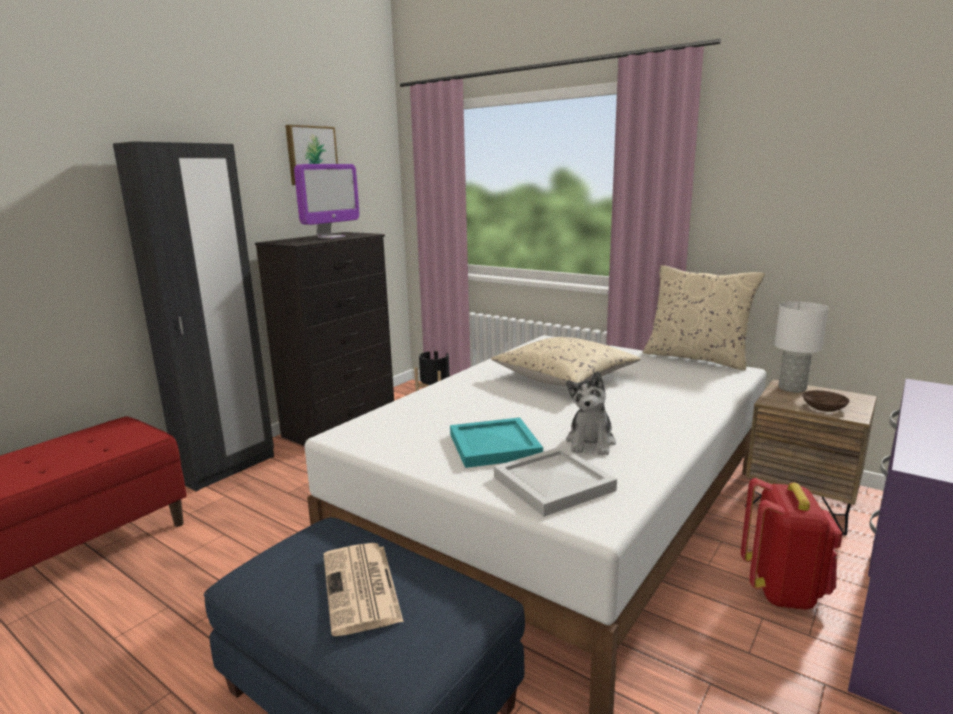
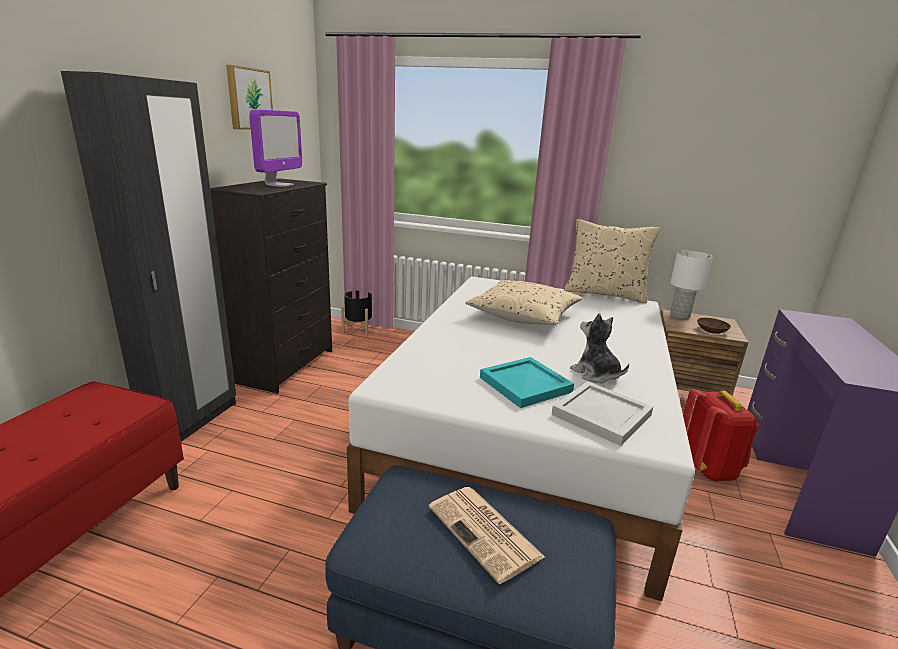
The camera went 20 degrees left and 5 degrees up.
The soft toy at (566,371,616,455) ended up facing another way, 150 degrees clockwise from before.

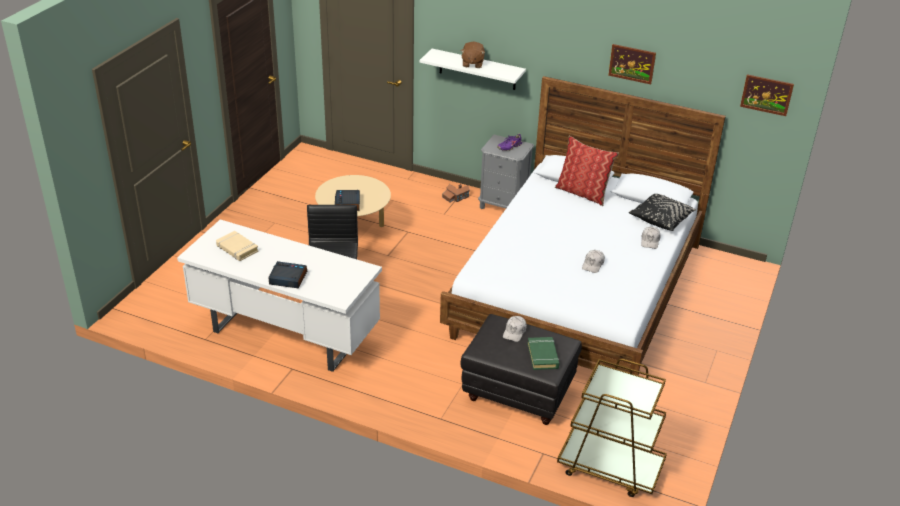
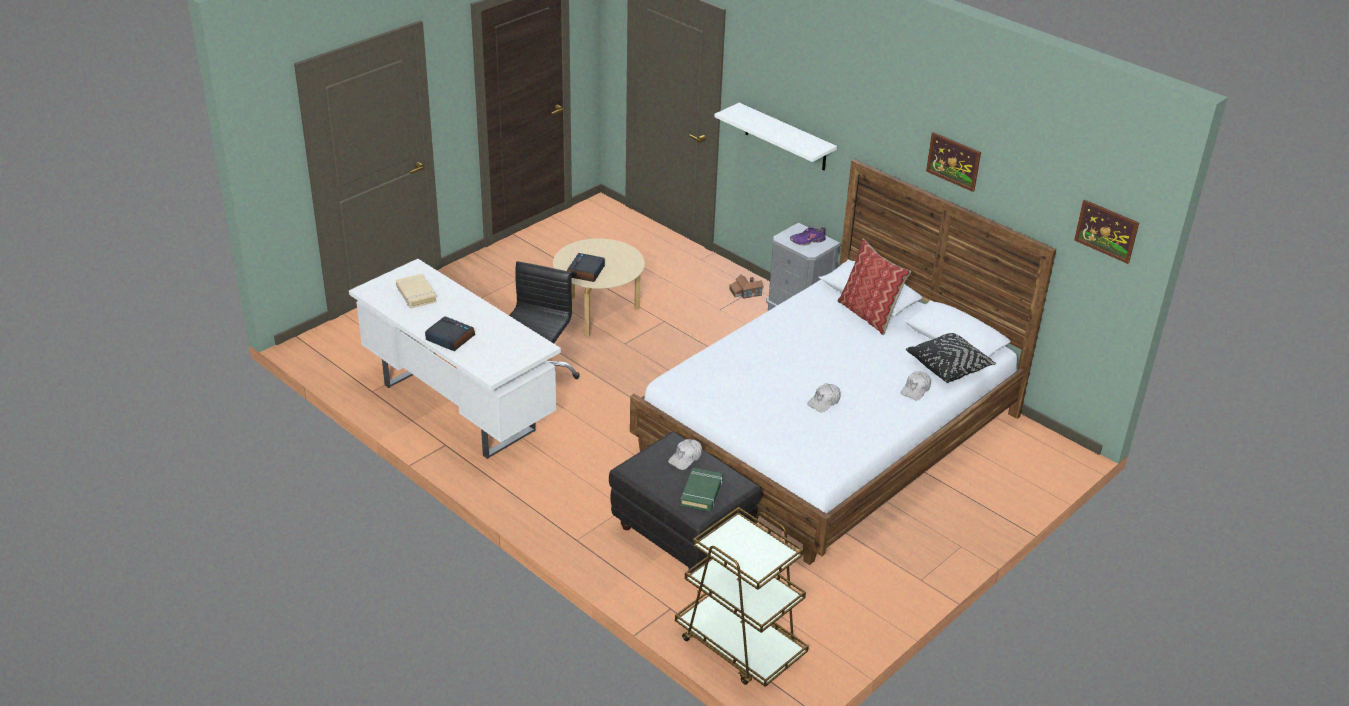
The camera went 20 degrees right and 0 degrees up.
The second view lost the brown-coloured soft toy at (461,42,485,68).

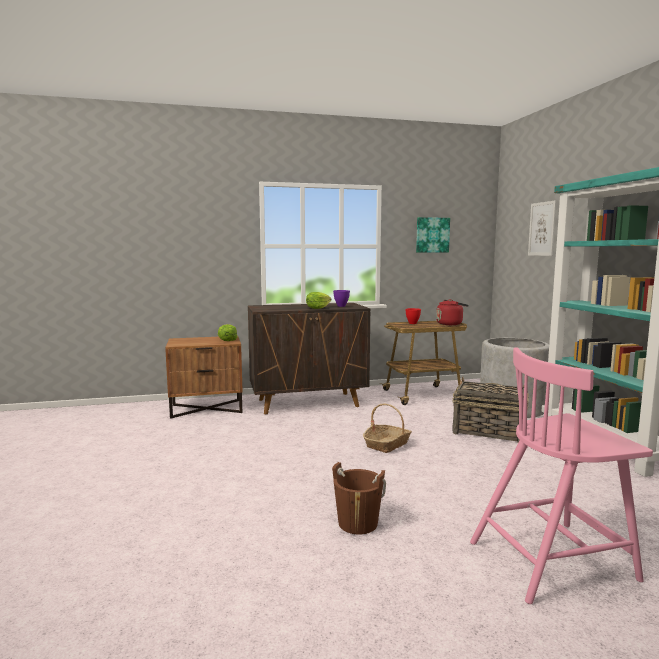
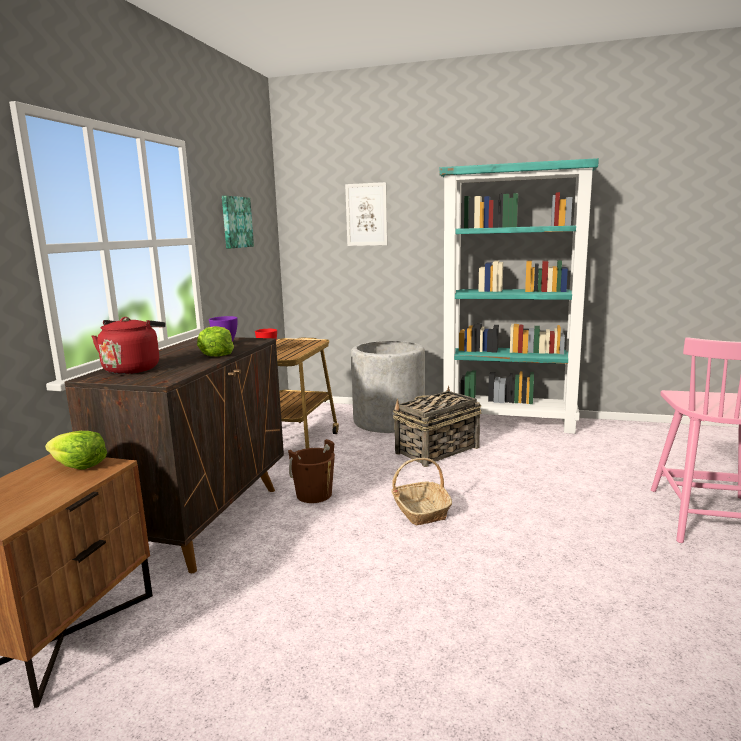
The camera went 60 degrees left and 5 degrees up.
The red water kettle ended up elsewhere, having gone from (436,299,469,325) to (92,317,166,374).
The brown-coloured pail ended up elsewhere, having gone from (332,462,386,535) to (288,439,335,503).

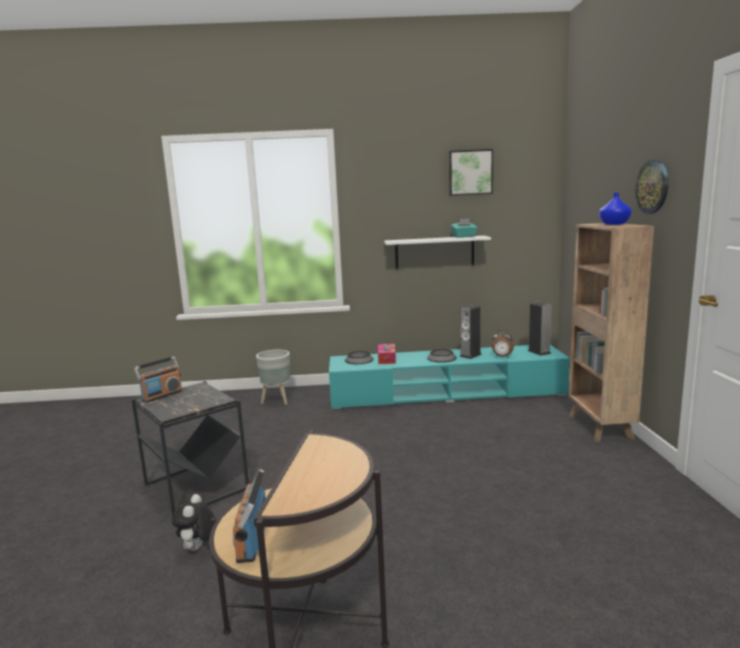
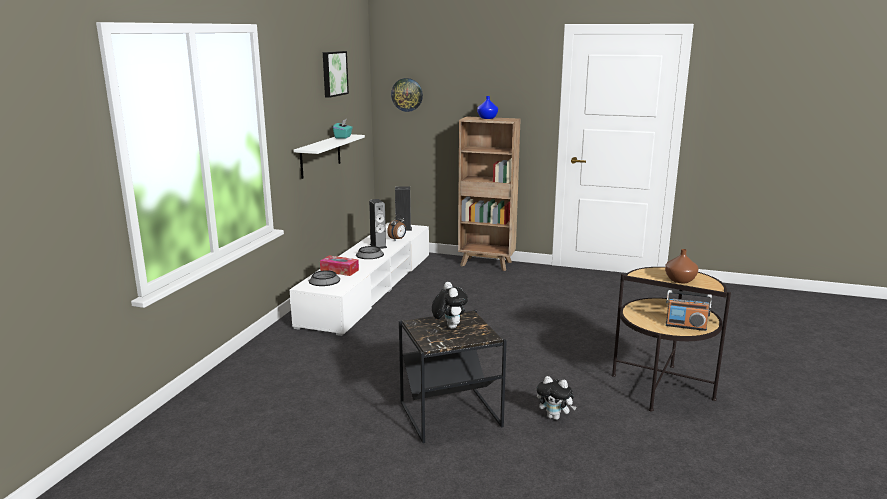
The camera went 70 degrees left and 5 degrees up.
What was the blue-green tv stand at (329,345,570,409) turned into the white-coloured tv stand at (290,223,429,336).
The hanging clock ended up elsewhere, having gone from (635,160,669,214) to (391,78,423,112).
The second view gained the soft toy at (432,282,468,329).
The second view gained the brown-coloured flower vase at (665,249,698,283).
The second view lost the radio set at (134,357,183,403).
The second view lost the grey plant pot at (256,350,290,405).

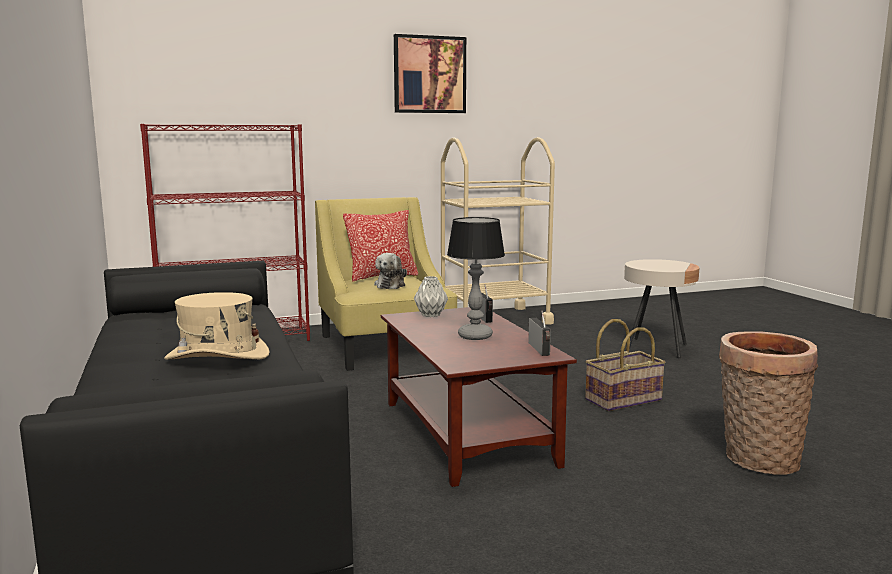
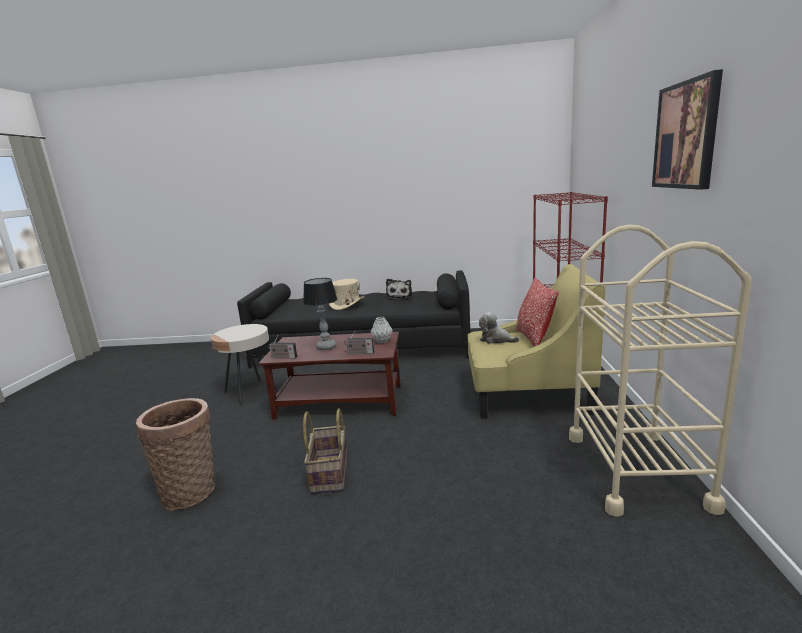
The camera went 115 degrees right and 5 degrees up.
The beige-coloured accent table ended up elsewhere, having gone from (624,259,699,358) to (211,324,277,405).
The second view gained the soft toy at (386,279,412,299).

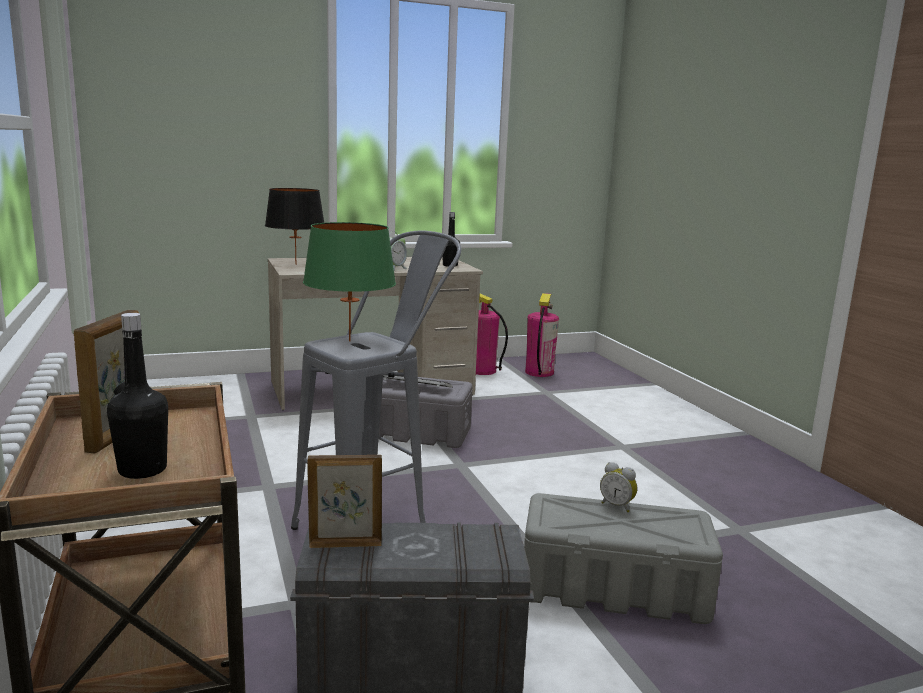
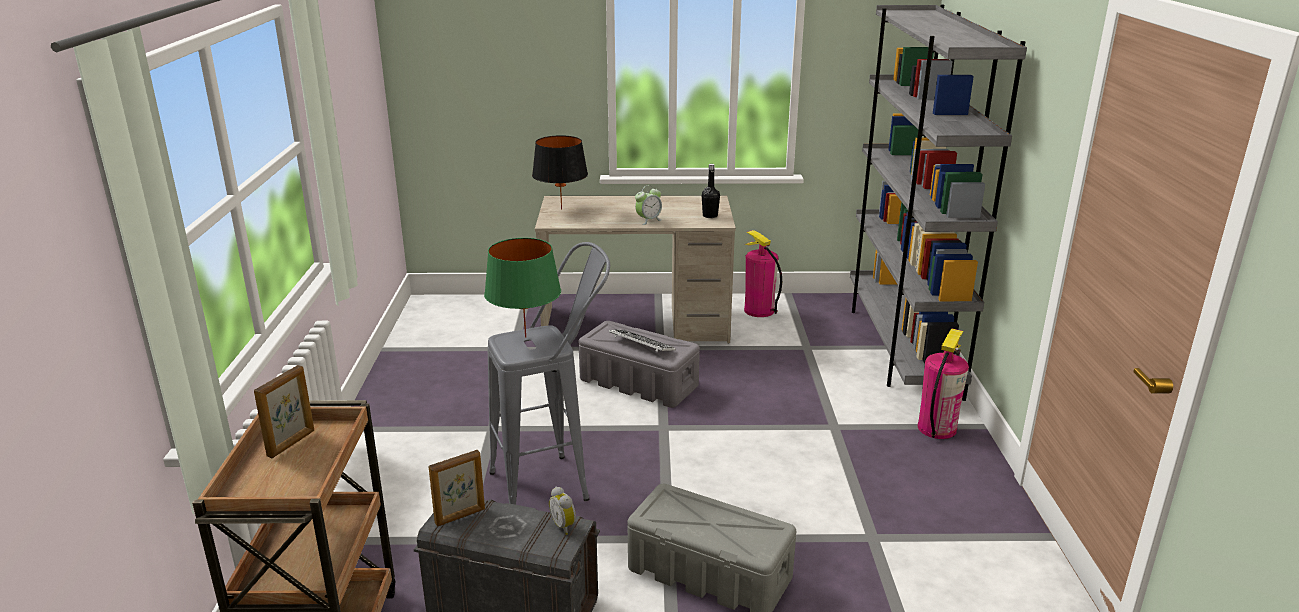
The camera went 20 degrees right and 10 degrees up.
The picture frame at (307,455,382,548) ended up facing another way, 135 degrees clockwise from before.
The table clock ended up elsewhere, having gone from (600,462,637,512) to (549,487,576,535).
The second view gained the grey shelving unit at (850,4,1027,401).
The extinguisher ended up elsewhere, having gone from (525,293,559,377) to (918,329,969,439).
The second view lost the black-coloured bottle at (107,313,168,479).

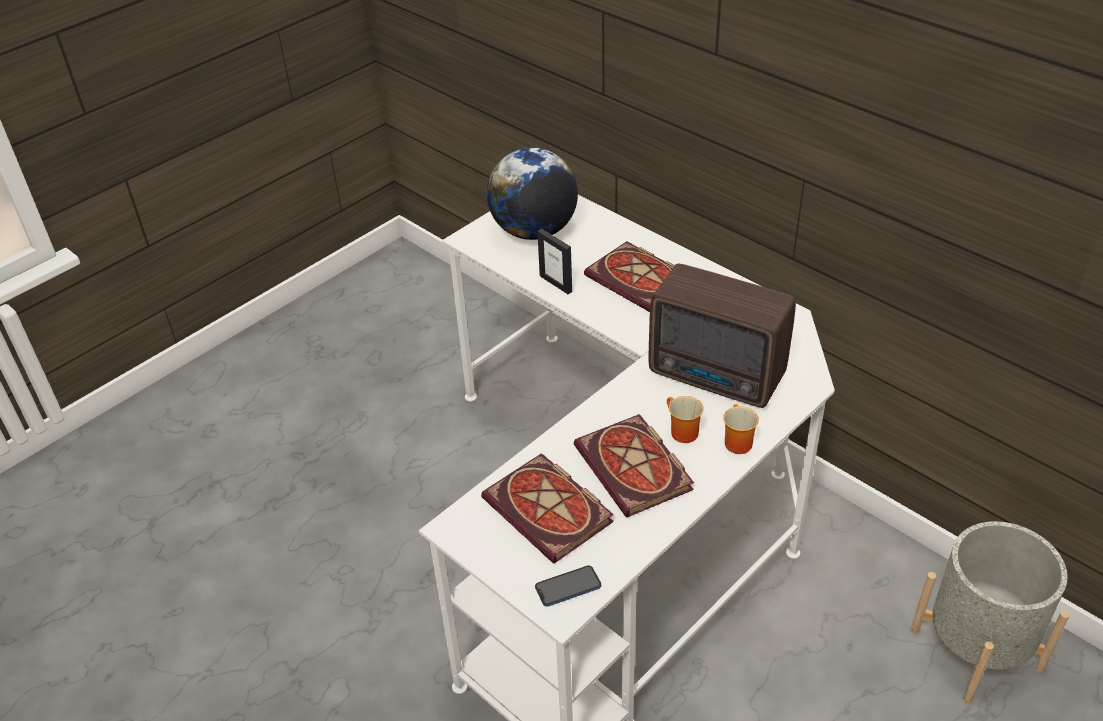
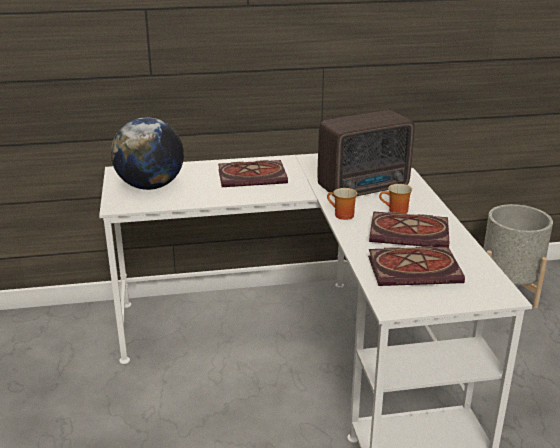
The camera went 55 degrees left and 15 degrees down.
The mug ended up elsewhere, having gone from (723,404,759,454) to (327,188,357,220).
The second view lost the telephone at (535,565,601,607).
The second view lost the picture frame at (537,229,572,294).

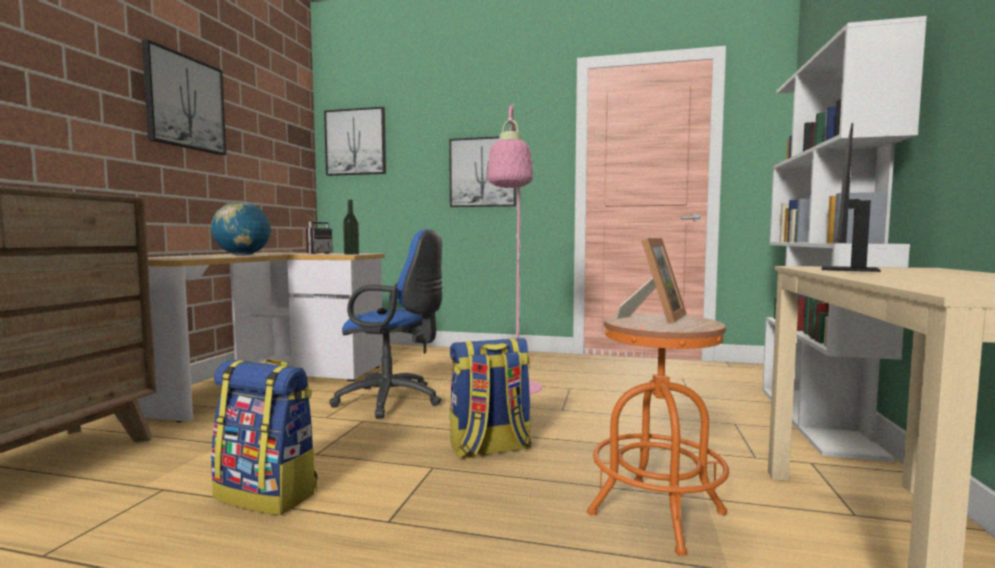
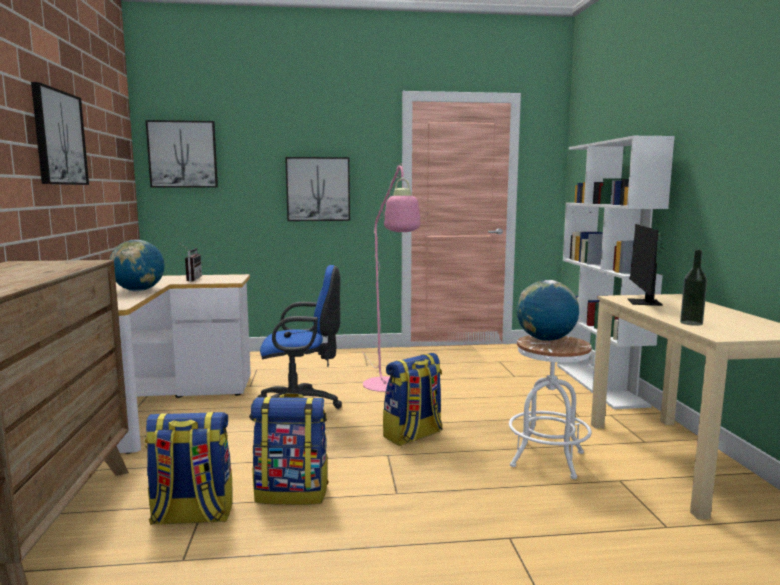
The camera went 20 degrees left and 5 degrees up.
The second view gained the rucksack at (145,412,233,525).
What was the orange-coloured sitting stool at (587,313,729,556) turned into the white-coloured sitting stool at (509,335,592,479).
Where the picture frame stood at (616,238,687,324), the globe came to stand at (516,280,579,341).
The bottle ended up elsewhere, having gone from (343,200,359,255) to (680,250,707,326).

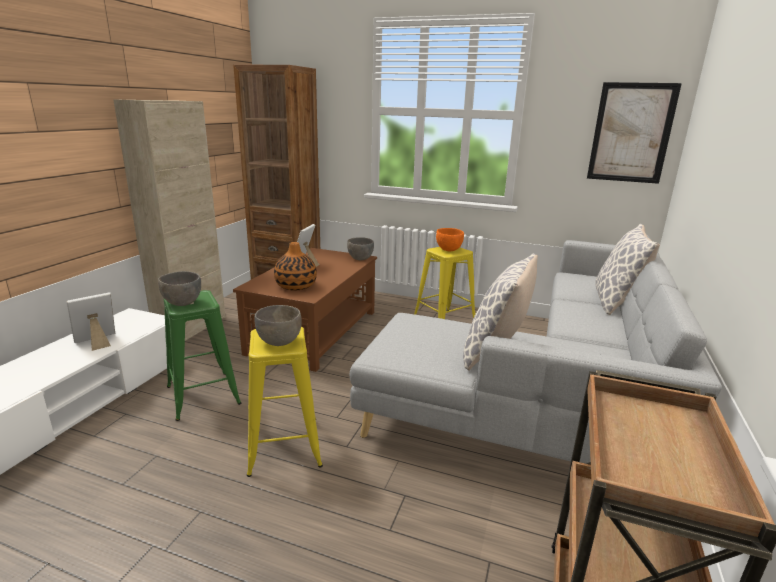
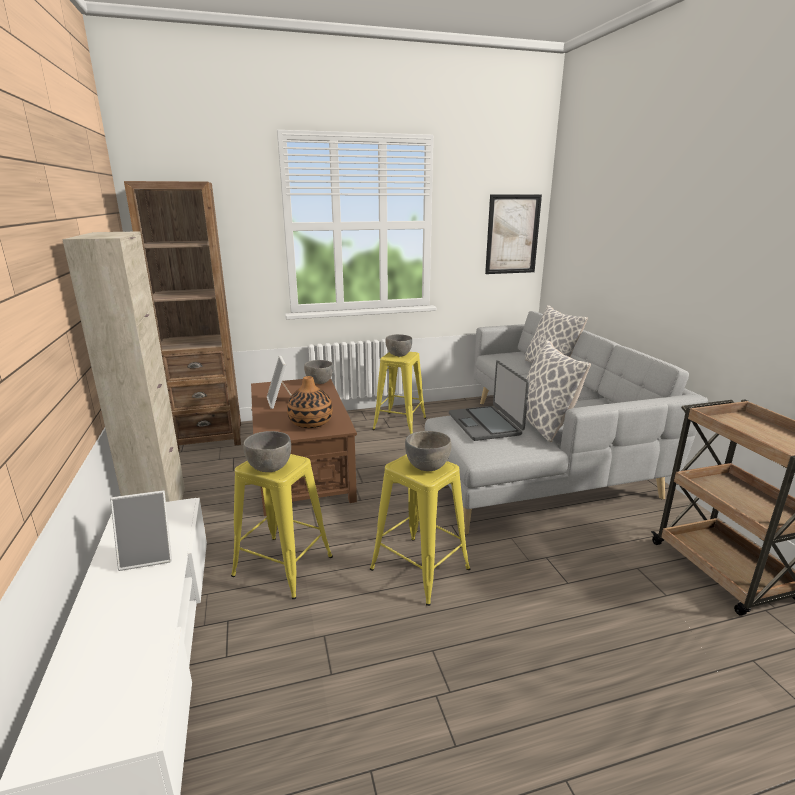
The camera went 35 degrees left and 0 degrees up.
The picture frame at (67,292,115,351) ended up facing another way, 120 degrees counterclockwise from before.
What was the green-coloured sitting stool at (164,290,241,421) turned into the yellow sitting stool at (231,454,333,599).
What was the orange-coloured deep dish at (436,228,464,252) turned into the grey deep dish at (385,334,412,356).
The second view gained the portable computer at (449,360,529,441).

